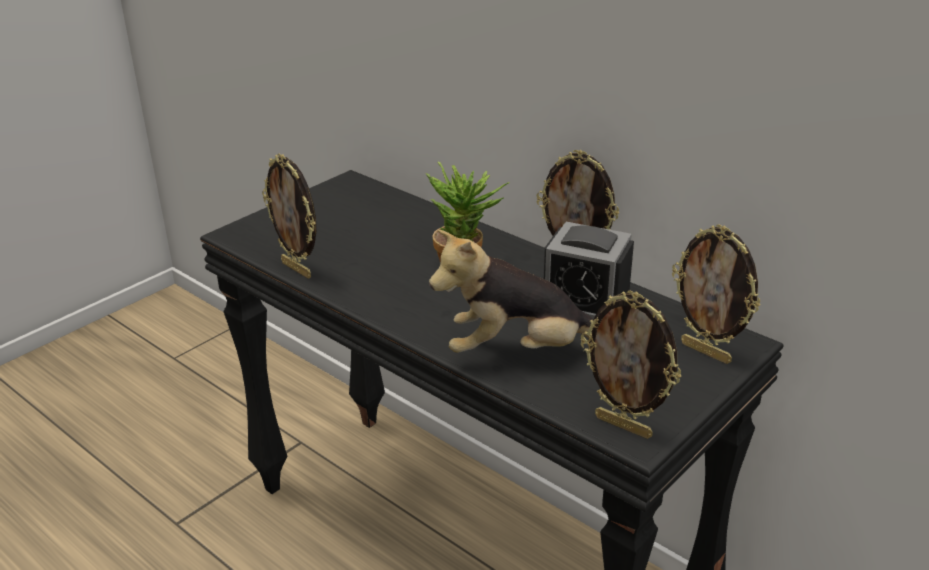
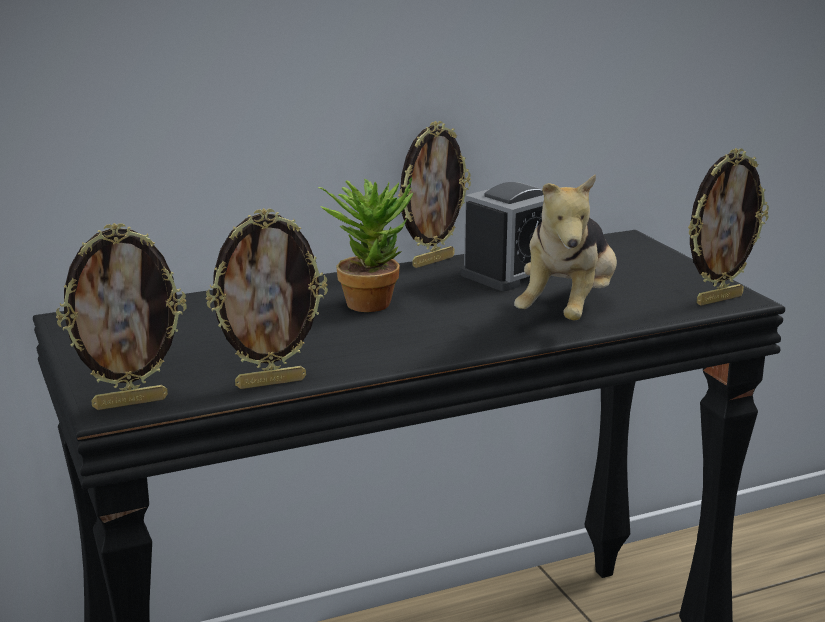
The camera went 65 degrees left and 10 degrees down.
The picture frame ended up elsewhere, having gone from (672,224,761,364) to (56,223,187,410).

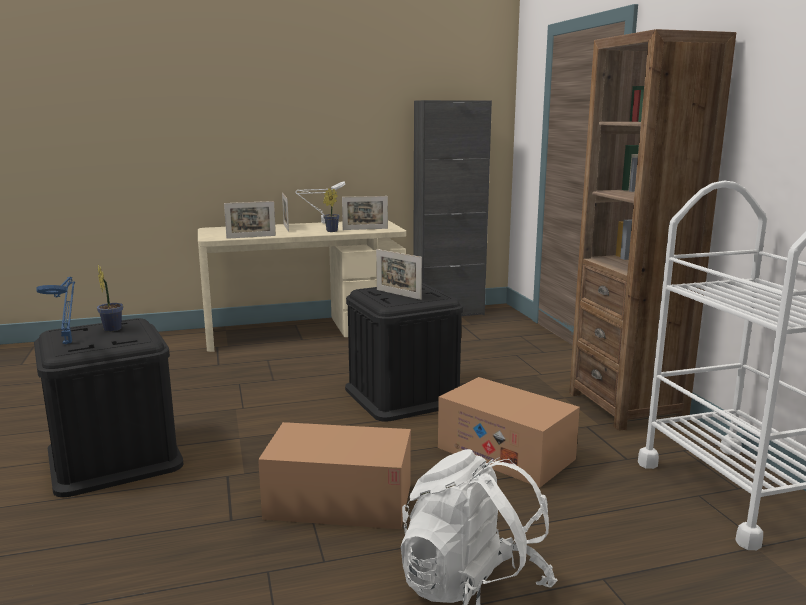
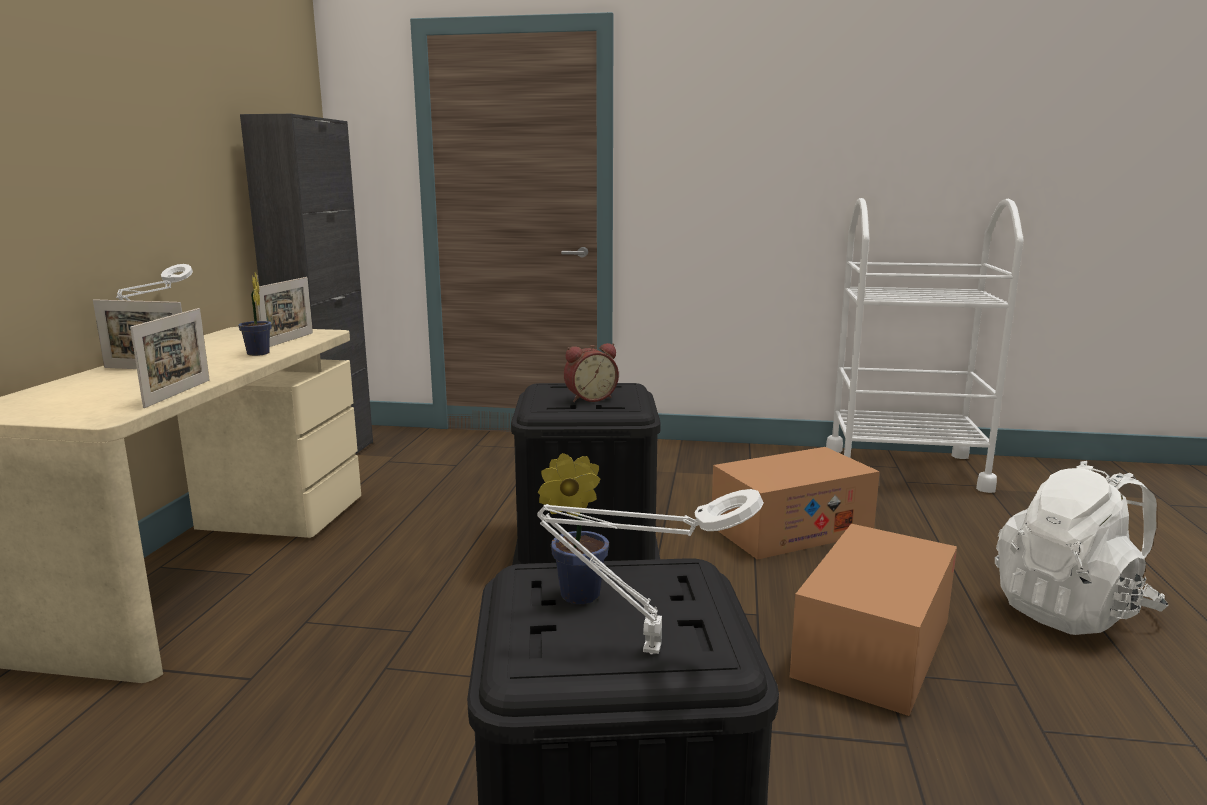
The camera went 65 degrees left and 0 degrees up.
What was the blue lamp for a table at (36,277,75,344) turned into the white-coloured lamp for a table at (537,489,764,655).
Where the picture frame stood at (376,249,422,300), the table clock came to stand at (564,343,619,402).
The second view lost the brown-coloured shelving unit at (569,29,736,431).

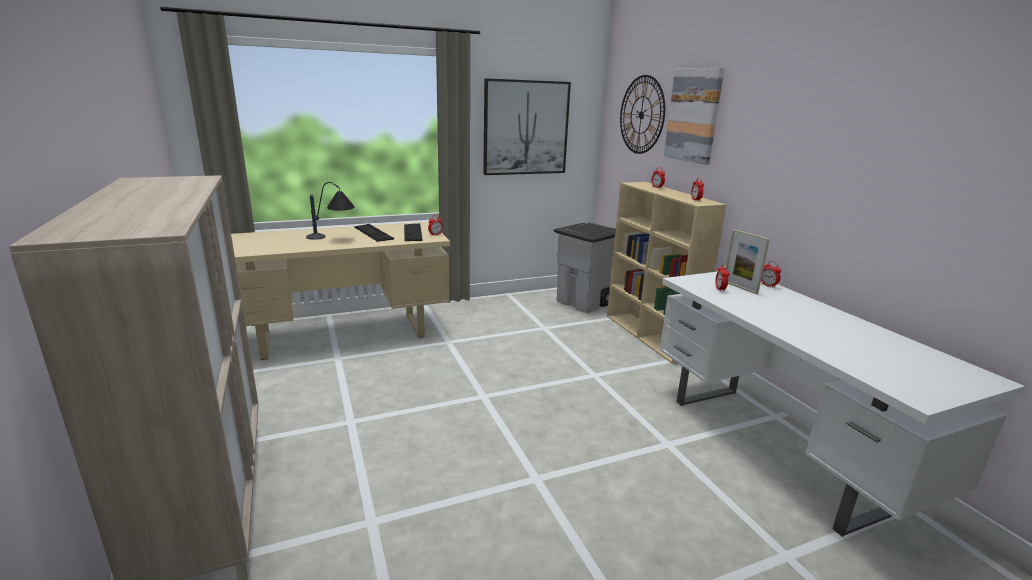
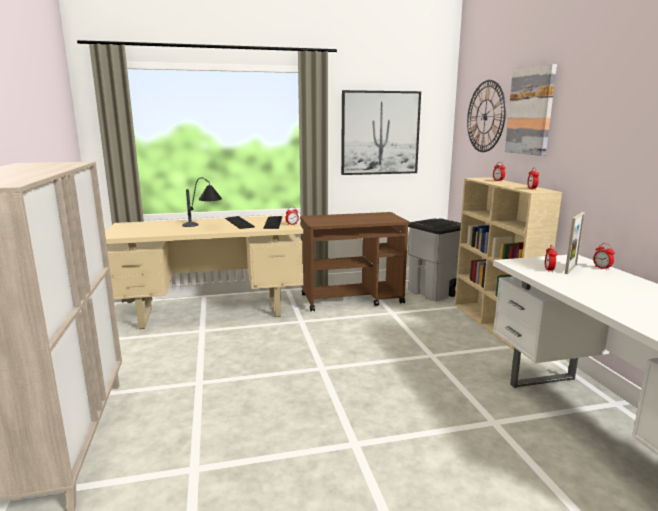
The camera went 10 degrees right and 5 degrees down.
The second view gained the brown-coloured cart at (300,212,409,311).
The picture frame at (726,229,770,294) ended up facing another way, 120 degrees counterclockwise from before.

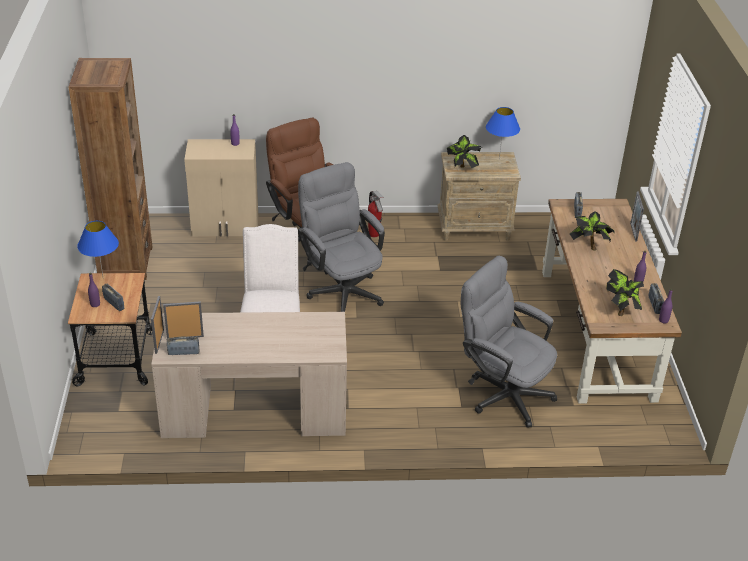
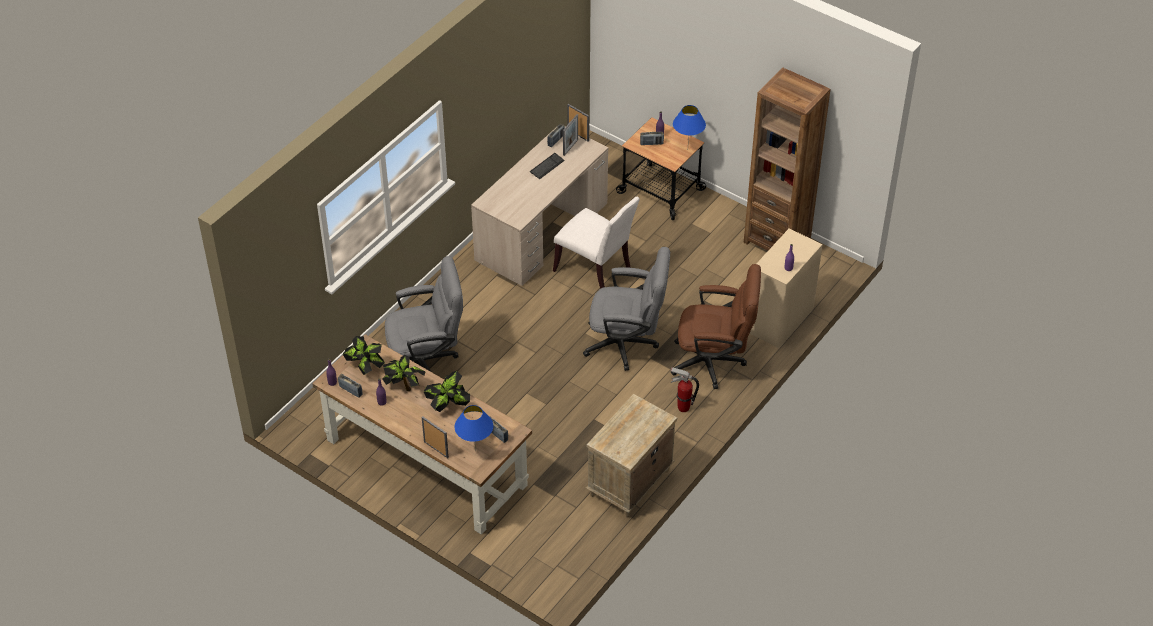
The camera went 130 degrees right and 10 degrees up.
The houseplant ended up elsewhere, having gone from (447,135,481,168) to (382,355,426,391).
The blue lamp for a table ended up elsewhere, having gone from (486,107,520,159) to (454,405,493,452).
The second view gained the computer keyboard at (530,153,565,180).

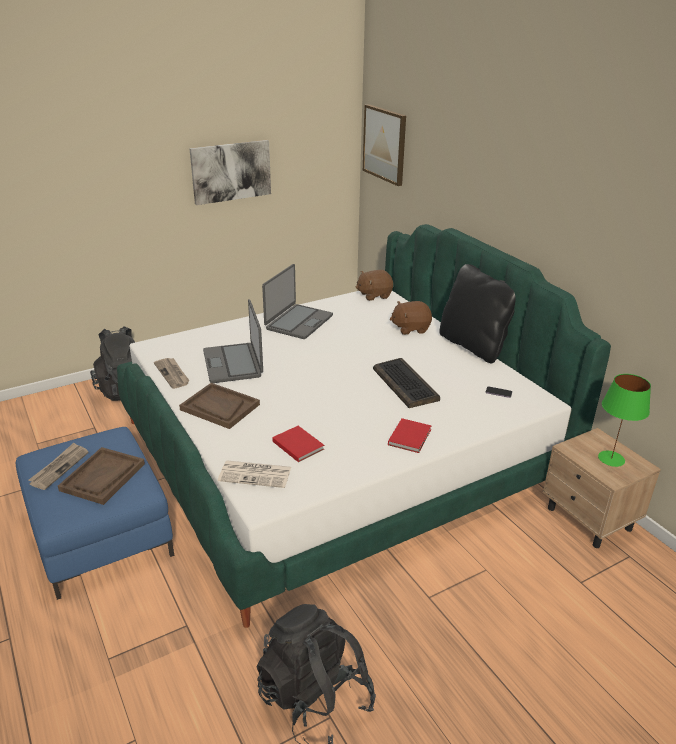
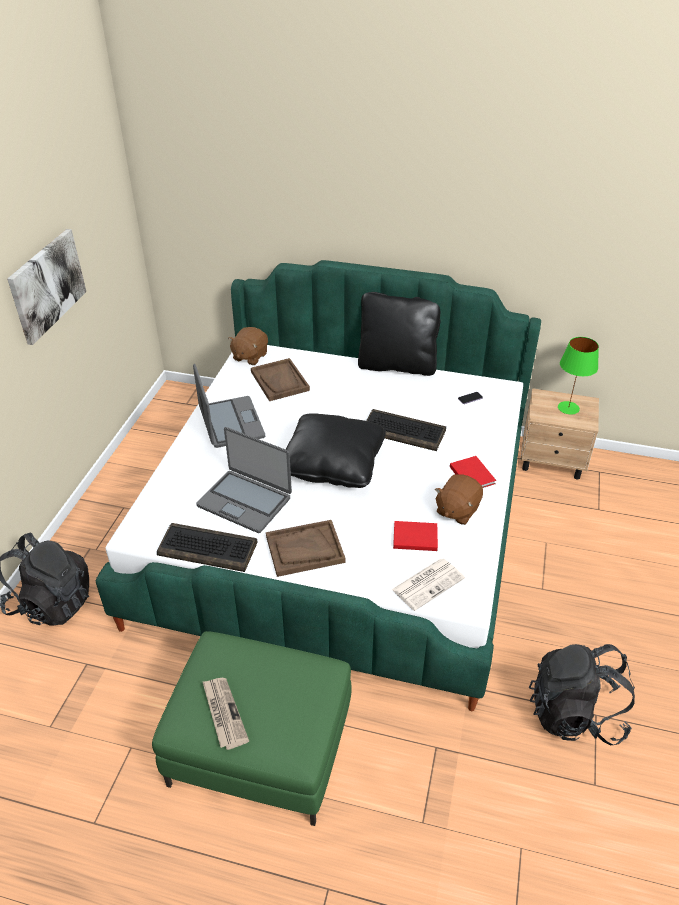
The camera went 45 degrees left and 10 degrees up.
What was the blue ottoman at (16,427,174,600) turned into the green-coloured ottoman at (152,631,352,826).
Where the daily paper stood at (154,358,190,389), the computer keyboard came to stand at (157,523,257,572).
The brown-coloured tray ended up elsewhere, having gone from (58,447,145,505) to (251,358,310,401).
The second view gained the black-coloured cushion at (286,413,386,488).
The brown-coloured soft toy ended up elsewhere, having gone from (390,301,432,335) to (435,474,483,525).
The second view lost the picture at (363,104,406,186).

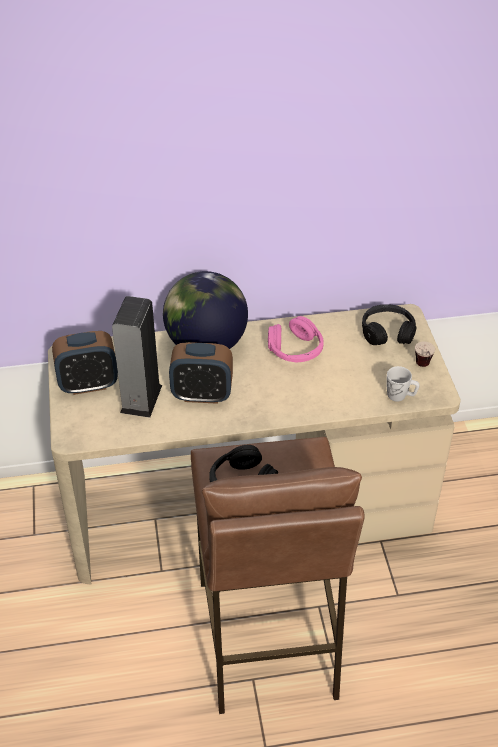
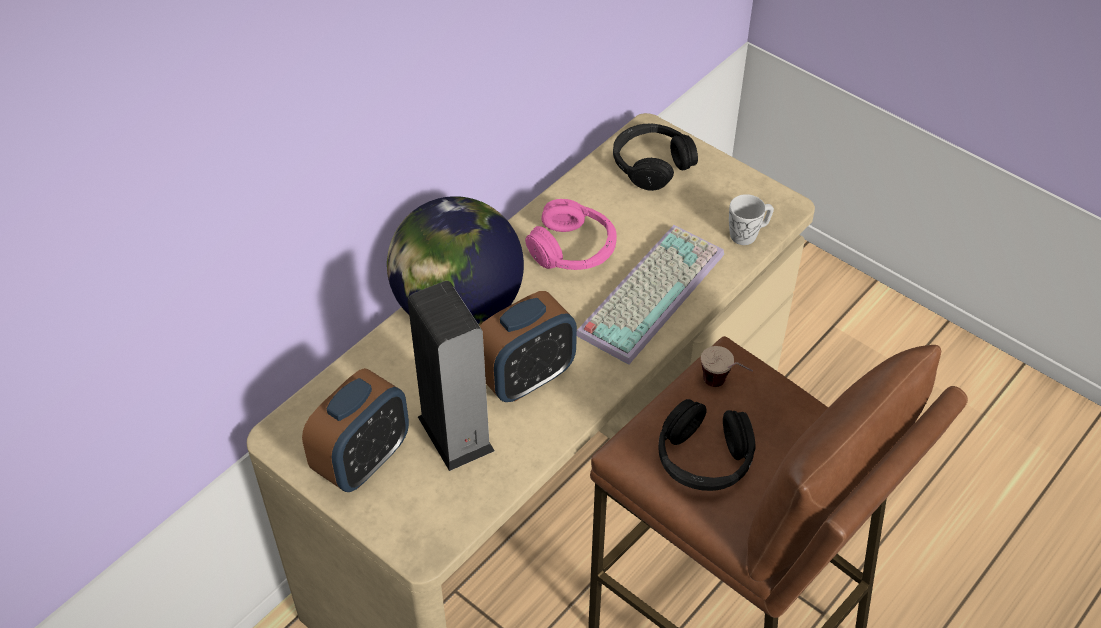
The camera went 40 degrees left and 5 degrees up.
The second view gained the computer keyboard at (577,225,724,365).
The small cup ended up elsewhere, having gone from (415,342,435,367) to (701,346,753,387).

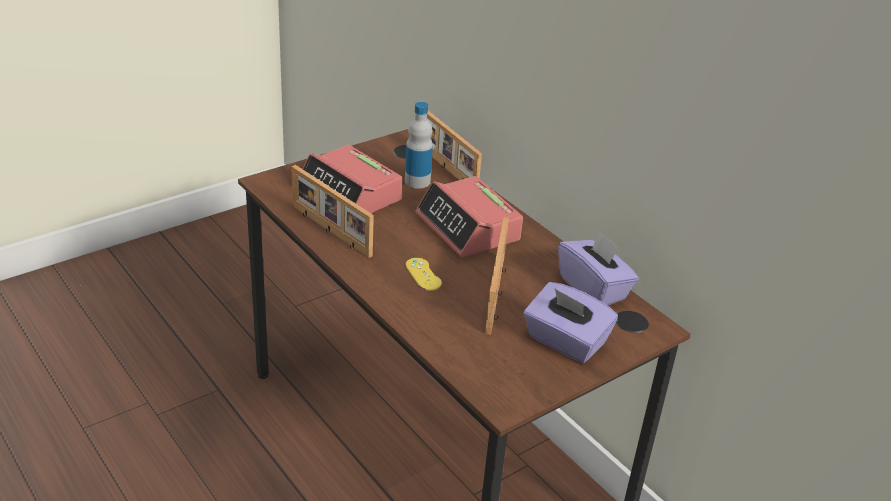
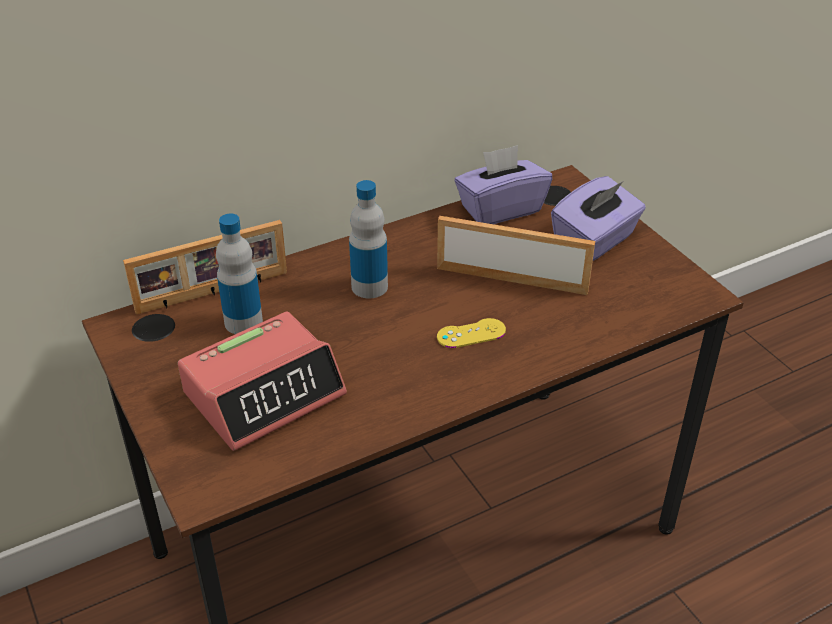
The camera went 80 degrees left and 5 degrees up.
Where the table clock stood at (415,176,523,258), the bottle came to stand at (349,180,388,299).
The second view lost the picture frame at (291,165,374,258).

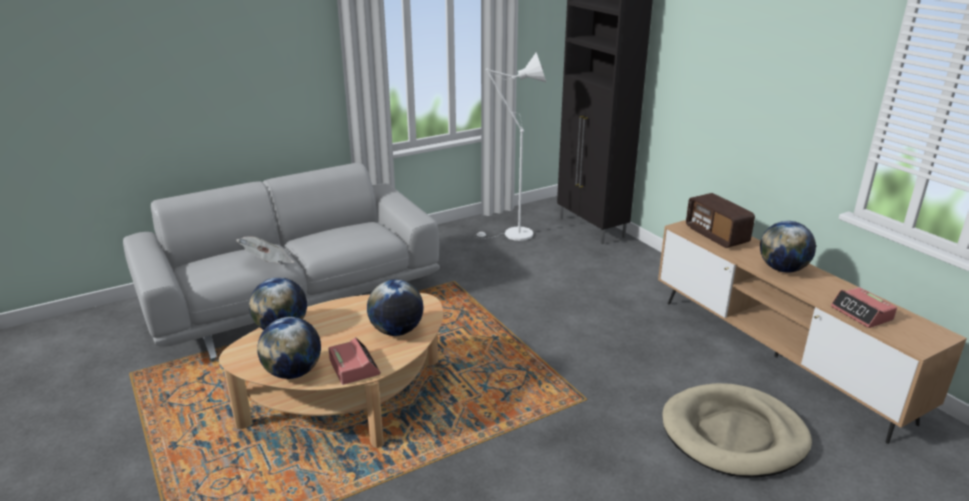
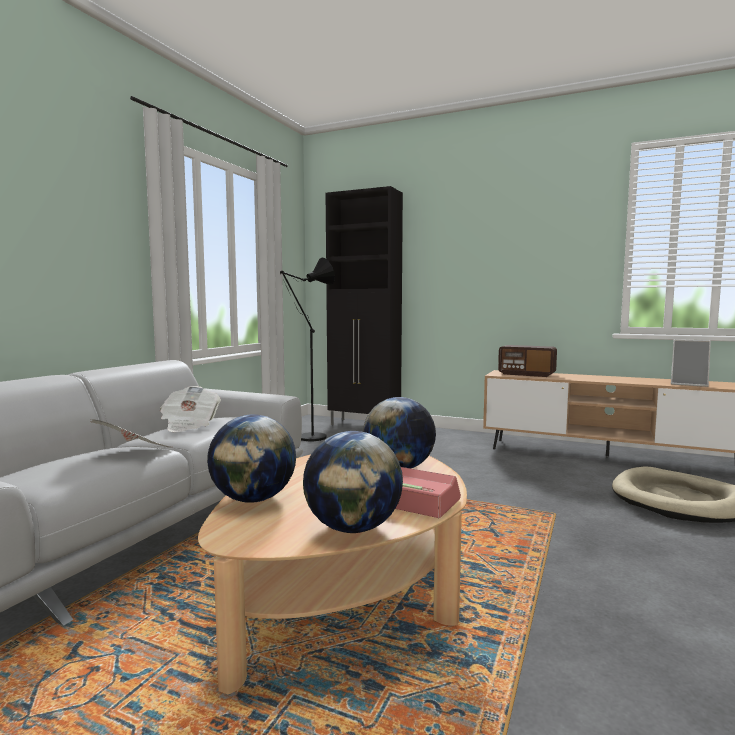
The camera went 35 degrees left and 20 degrees down.
The second view gained the daily paper at (160,386,221,432).
What was the white-coloured standard lamp at (474,52,546,241) turned into the black-coloured standard lamp at (280,258,335,441).
Where the table clock stood at (831,287,897,328), the picture frame came to stand at (671,339,711,387).
The second view lost the globe at (760,221,816,272).

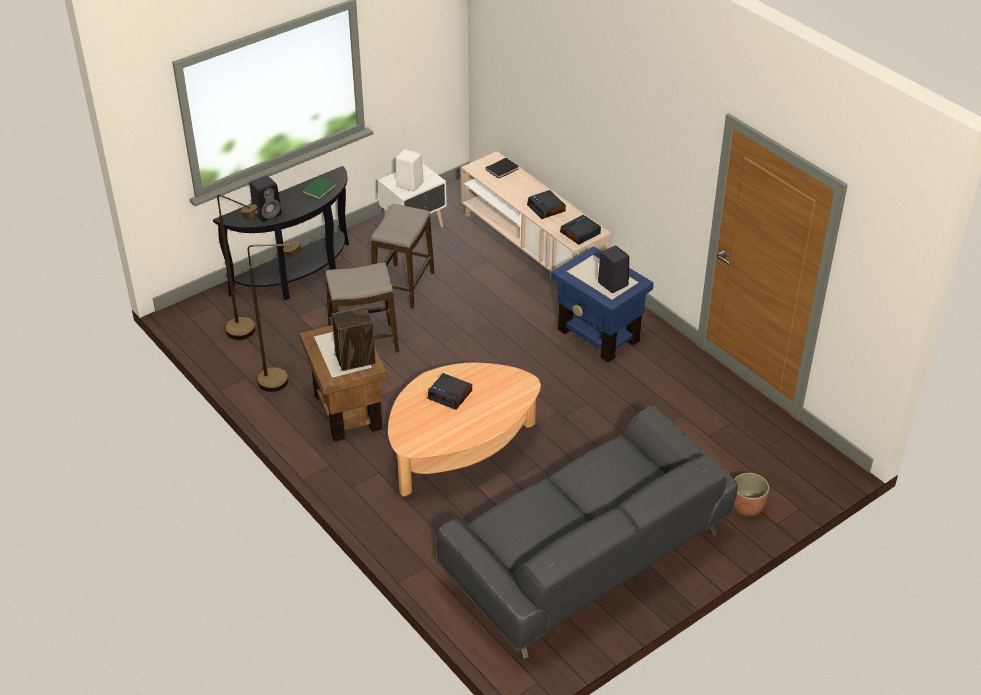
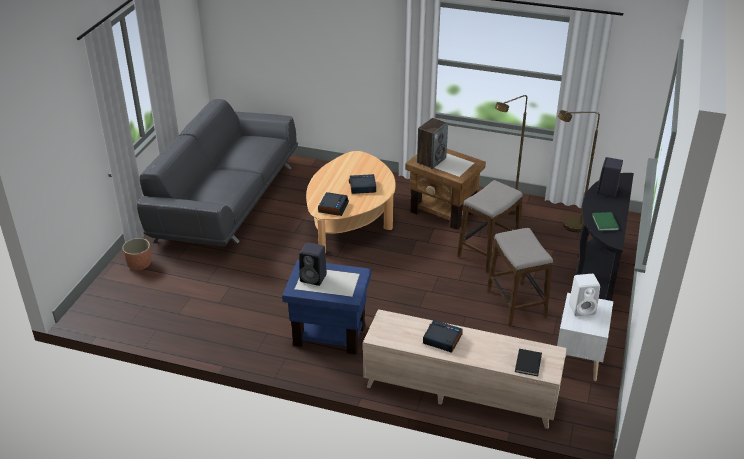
The camera went 145 degrees right and 5 degrees down.
The table clock ended up elsewhere, having gone from (560,215,601,245) to (318,192,349,216).

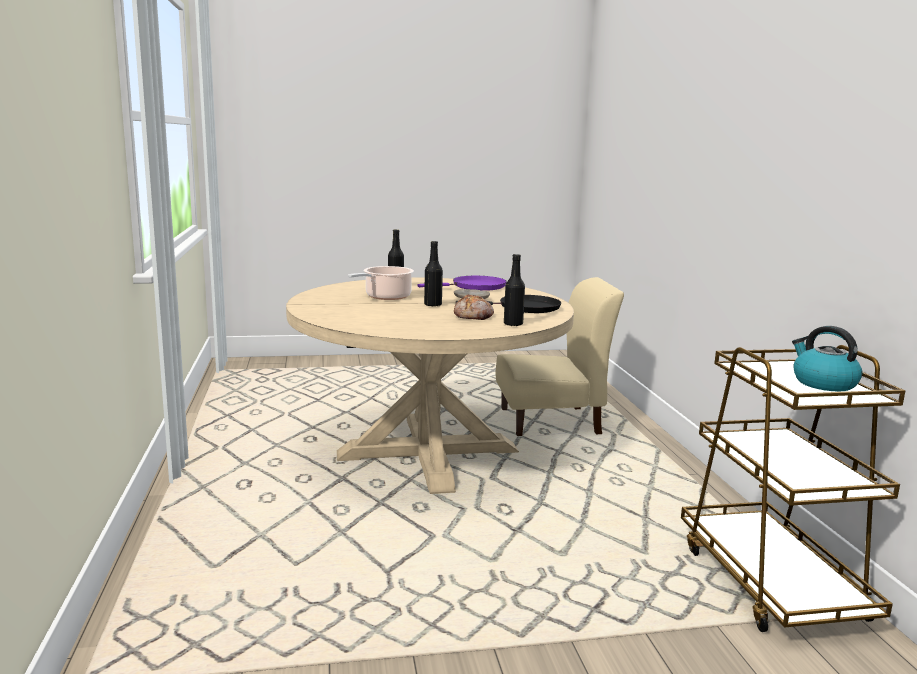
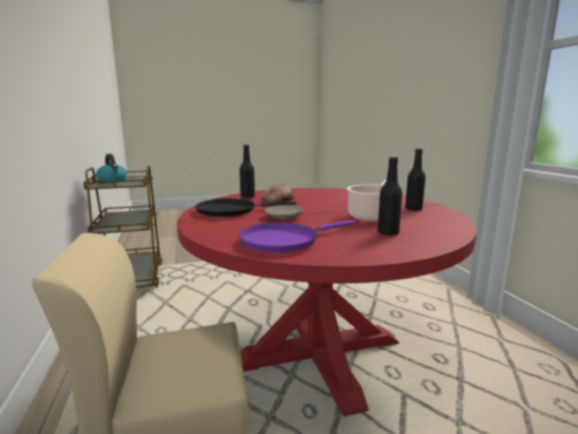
The camera went 175 degrees right and 0 degrees up.
What was the beige-coloured kitchen table at (286,278,574,494) turned into the red kitchen table at (177,188,477,417).
The black-coloured bottle ended up elsewhere, having gone from (424,241,443,307) to (405,148,426,211).

